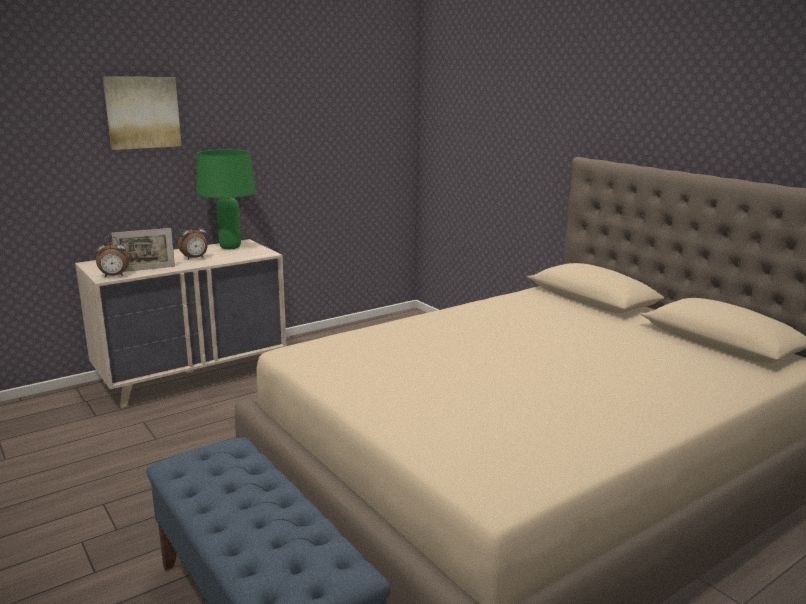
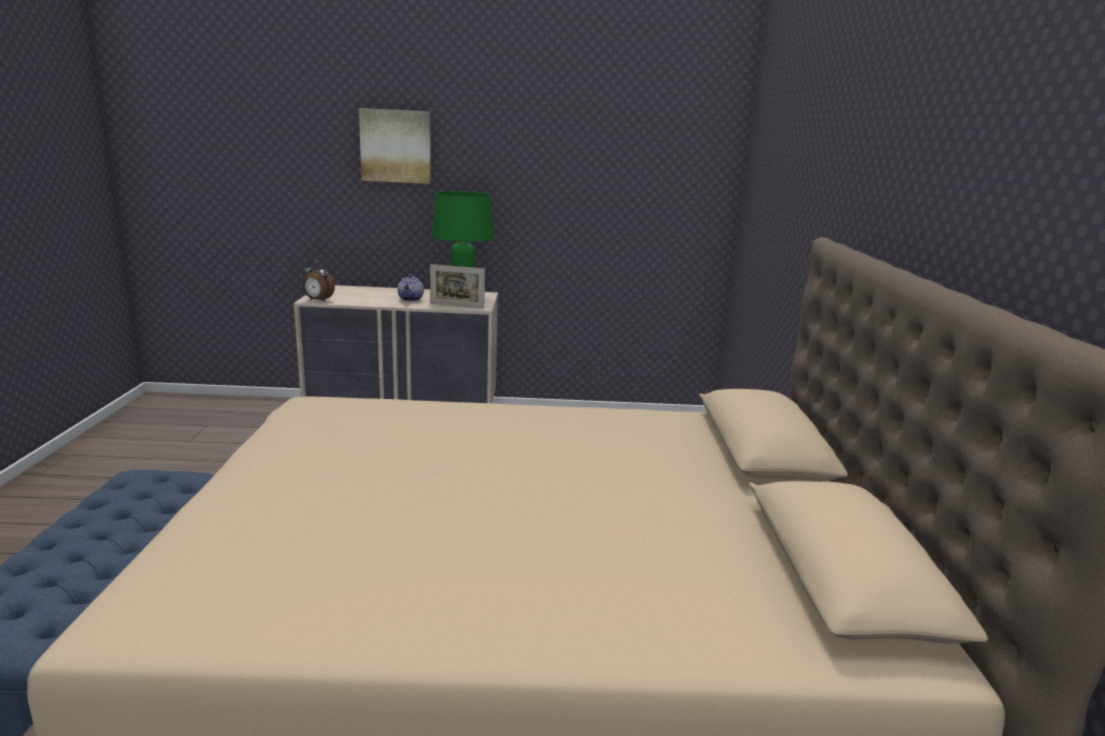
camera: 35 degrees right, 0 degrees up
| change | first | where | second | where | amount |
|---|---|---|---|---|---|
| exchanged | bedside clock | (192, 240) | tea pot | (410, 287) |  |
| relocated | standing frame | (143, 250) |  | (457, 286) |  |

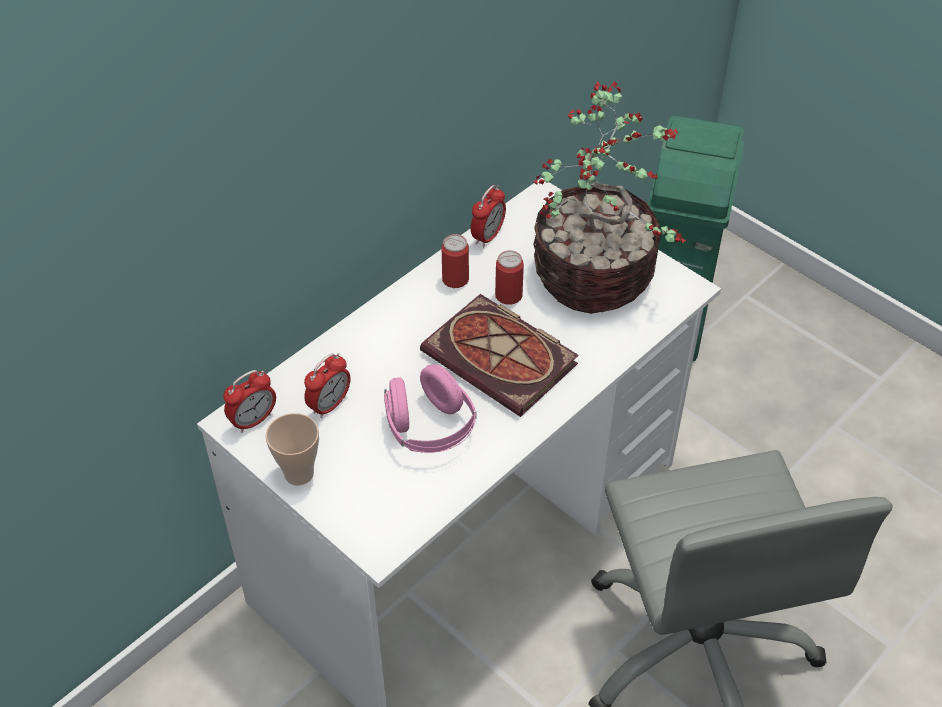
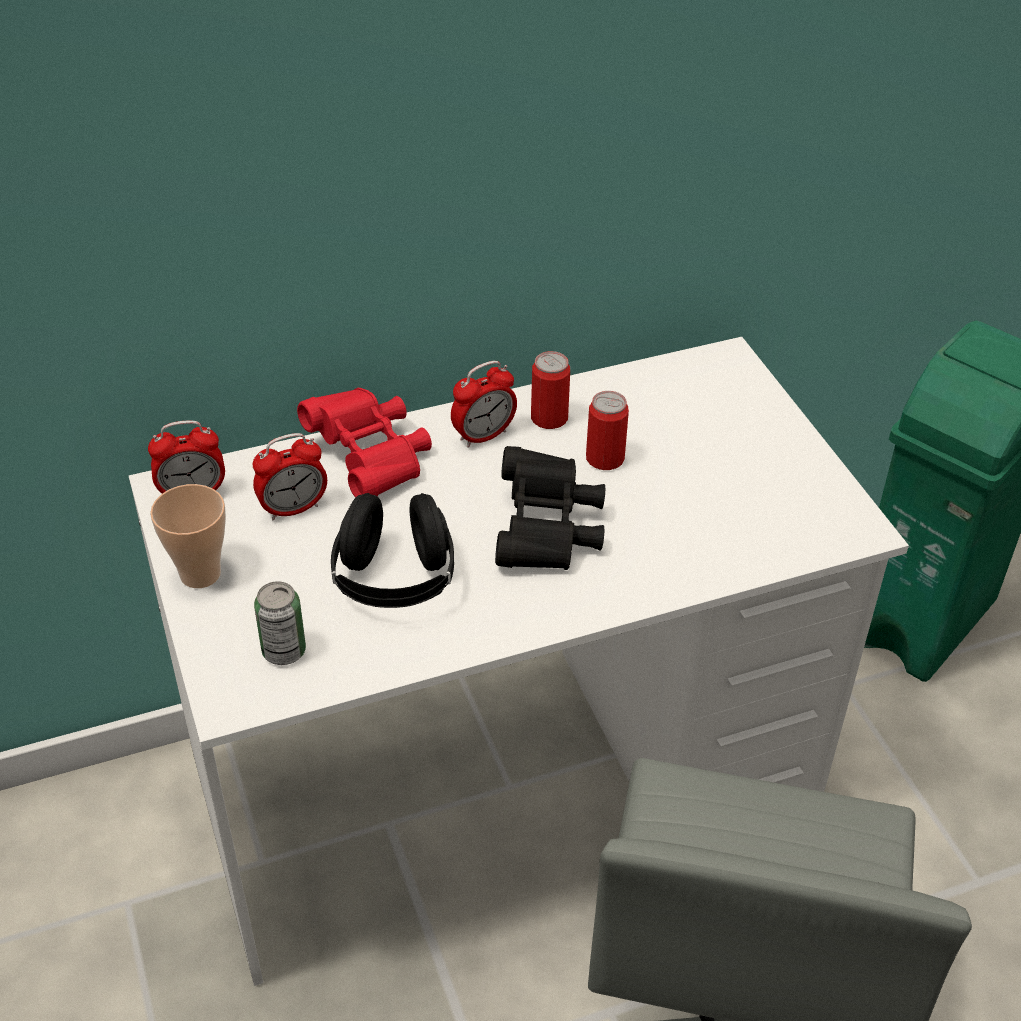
camera: 25 degrees right, 5 degrees down
| change | first | where | second | where | amount |
|---|---|---|---|---|---|
| missing | houseplant | (609, 197) |  |  |  |
| relocated | bedside clock | (488, 216) |  | (484, 404) |  |
| exchanged | book | (499, 355) | black-coloured binoculars | (550, 508) |  |
| colour | pink headset | (430, 408) | black-coloured headset | (392, 550) |  |
| appeared |  |  | red binoculars | (364, 443) |  |
| appeared |  |  | sealed can | (280, 623) |  |

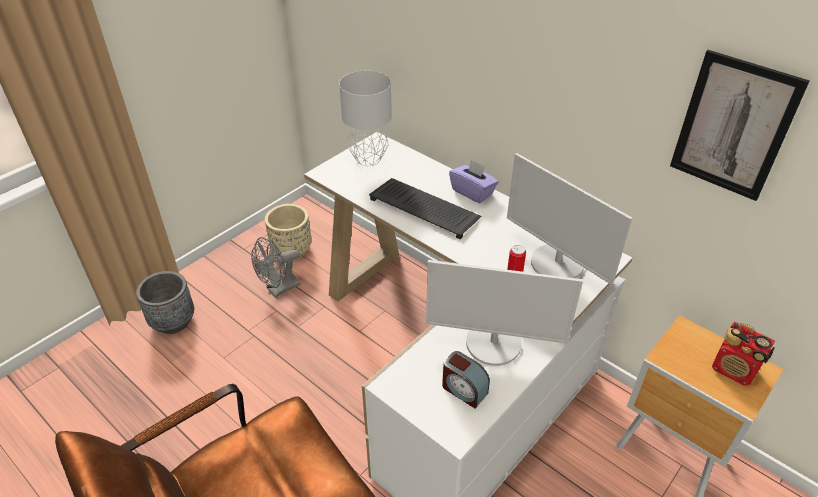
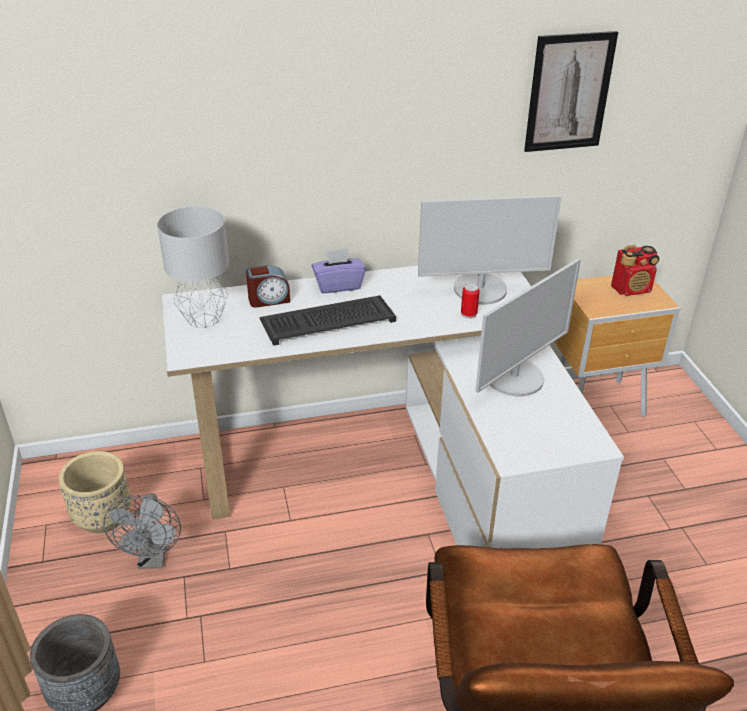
camera: 55 degrees left, 5 degrees down
| change | first | where | second | where | amount |
|---|---|---|---|---|---|
| relocated | bedside clock | (466, 380) |  | (268, 286) |  |

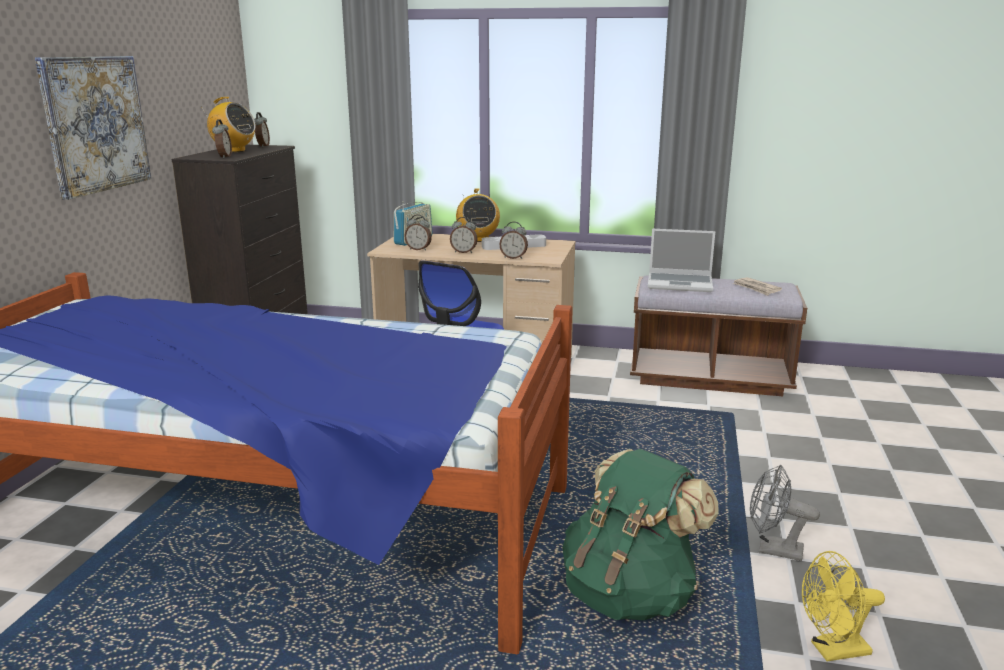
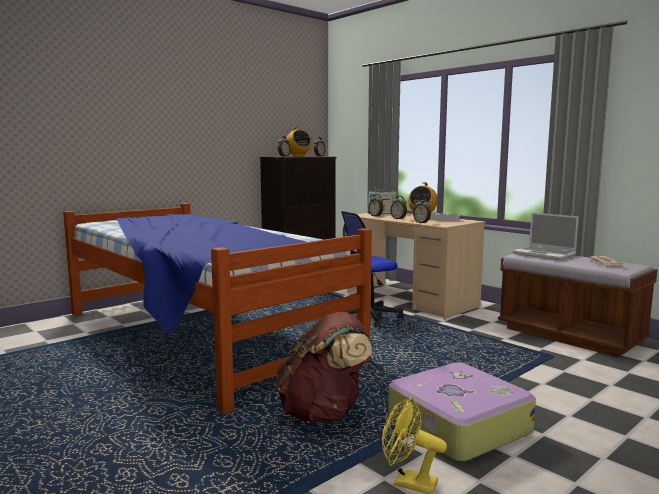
camera: 35 degrees right, 10 degrees down
| change | first | where | second | where | amount |
|---|---|---|---|---|---|
| missing | wall art | (93, 128) |  |  |  |
| colour | green-coloured knapsack | (641, 534) | brownish knapsack | (324, 367) |  |
| exchanged | gray electric fan | (785, 513) | suitcase | (462, 412) |  |

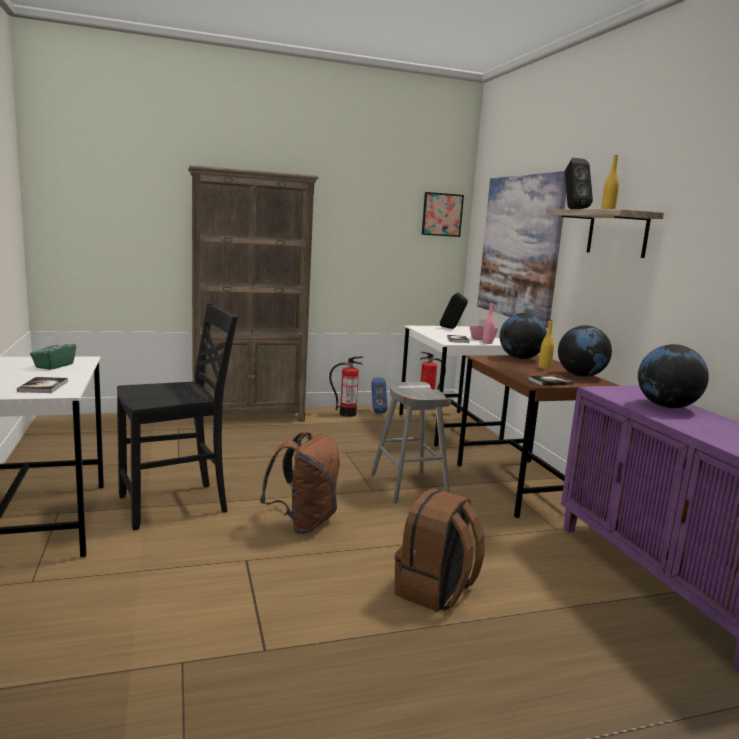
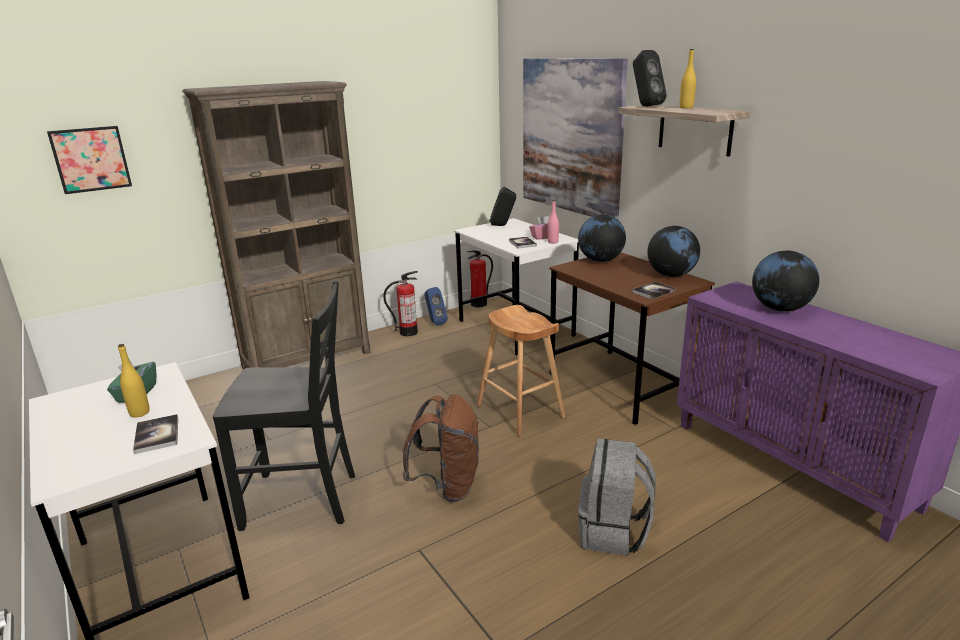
camera: 15 degrees left, 10 degrees up
| change | first | where | second | where | amount |
|---|---|---|---|---|---|
| relocated | wall art | (443, 214) |  | (89, 160) |  |
| spun | black-coloured chair | (177, 417) |  | (284, 406) | 45 degrees clockwise |
| relocated | yellow drink bottle | (546, 344) |  | (134, 381) |  |
| colour | gray stool seat | (411, 442) | brownish stool seat | (520, 371) |  |
| colour | brownish knapsack | (439, 550) | gray knapsack | (616, 497) |  |

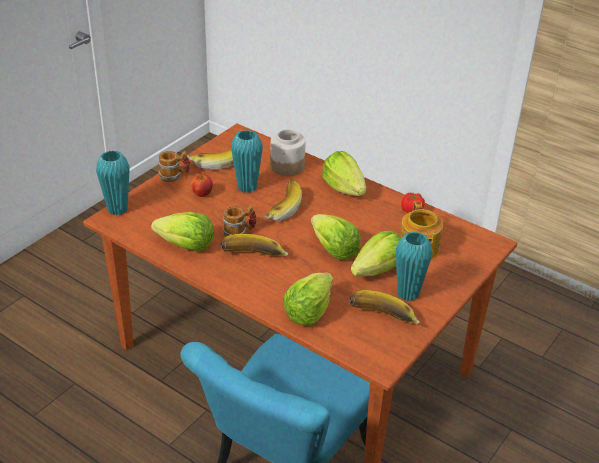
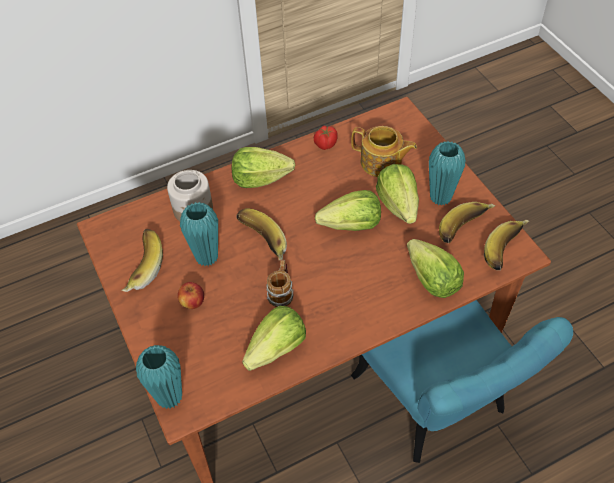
camera: 60 degrees left, 15 degrees up
| change | first | where | second | where | amount |
|---|---|---|---|---|---|
| missing | coffee mug | (174, 166) |  |  |  |
| relocated | banana | (254, 245) |  | (506, 245) |  |

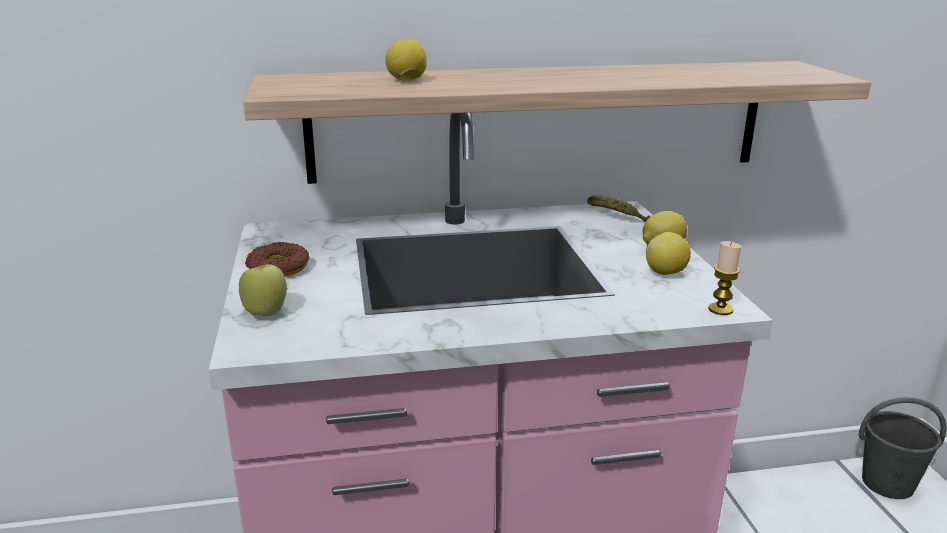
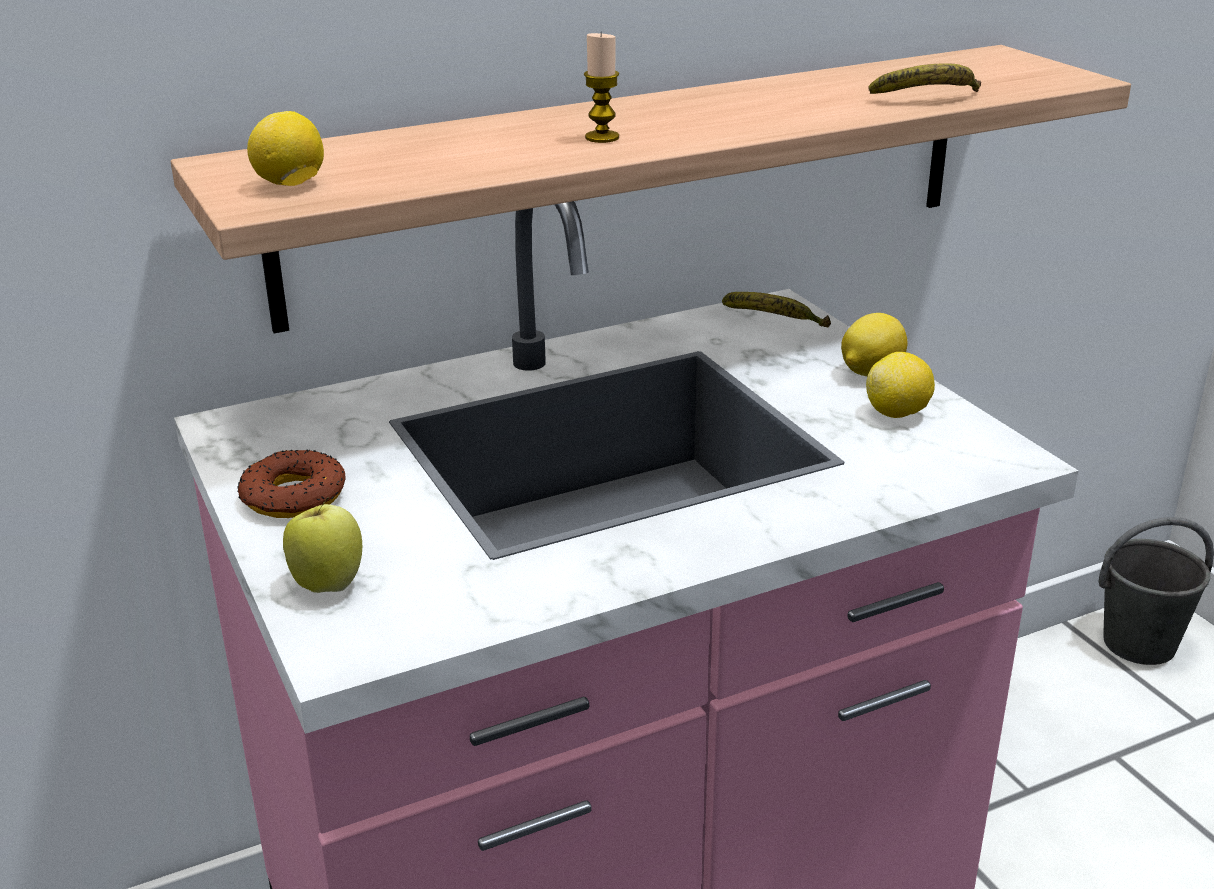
camera: 15 degrees left, 5 degrees up
| change | first | where | second | where | amount |
|---|---|---|---|---|---|
| relocated | citrus fruit | (406, 60) |  | (285, 148) |  |
| relocated | wax candle | (724, 278) |  | (601, 87) |  |
| appeared |  |  | banana | (924, 78) |  |

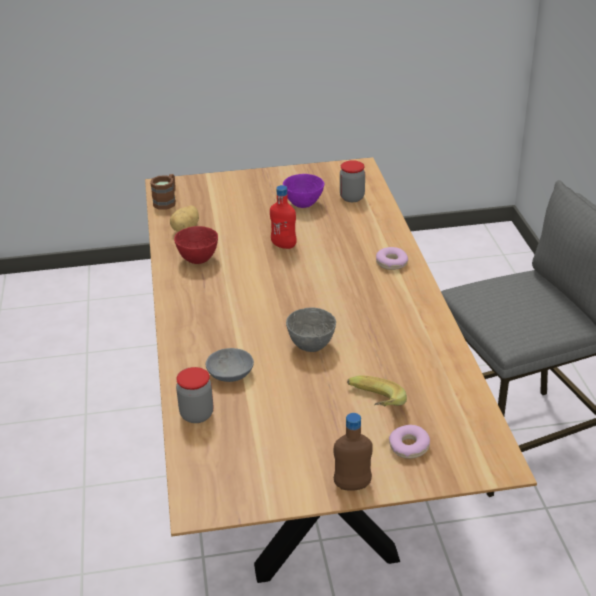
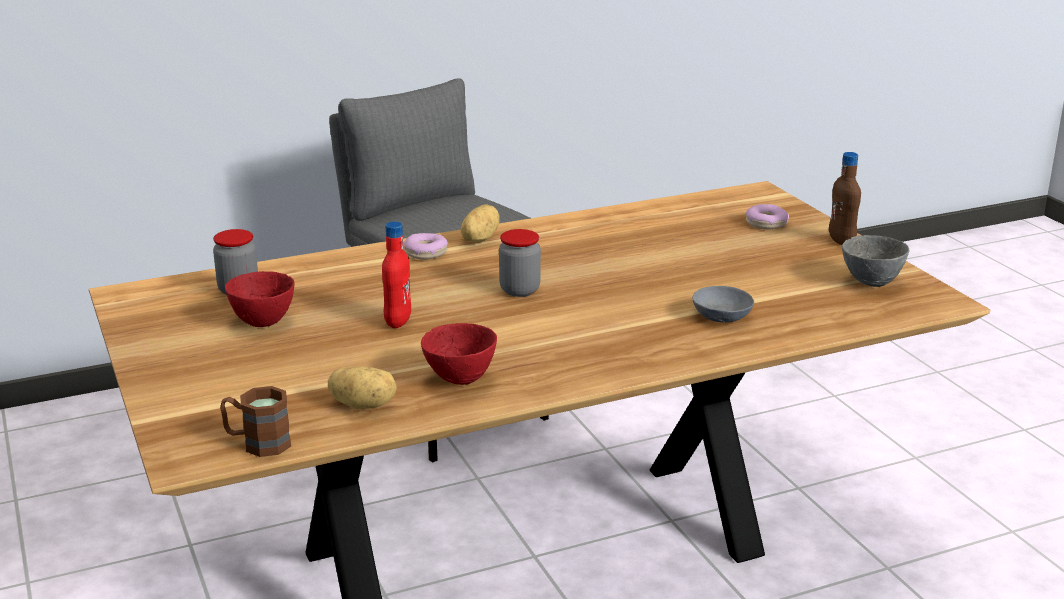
camera: 105 degrees left, 10 degrees down
| change | first | where | second | where | amount |
|---|---|---|---|---|---|
| colour | purple-coloured deep dish | (303, 191) | red deep dish | (259, 299) |  |
| relocated | gray deep dish | (311, 329) |  | (875, 261) |  |
| relocated | preserve jar | (194, 395) |  | (520, 263) |  |
| missing | banana | (377, 390) |  |  |  |
| appeared |  |  | spud | (480, 223) |  |

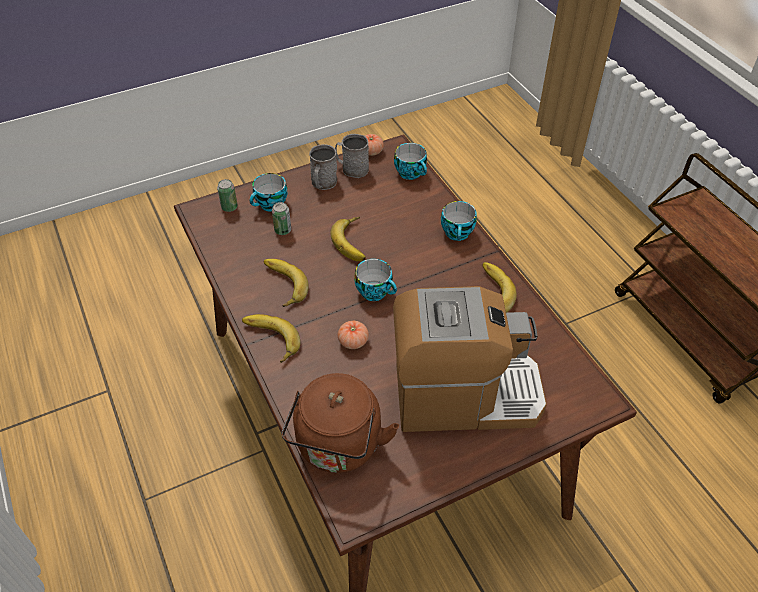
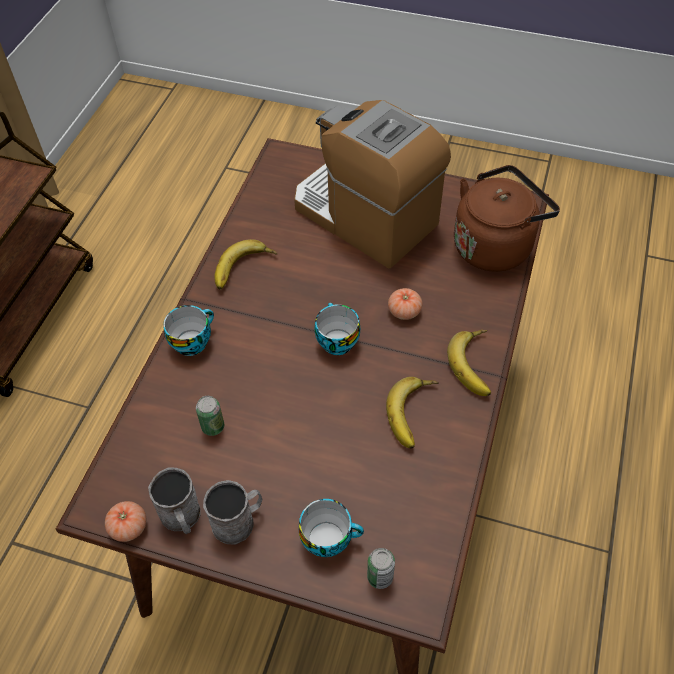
camera: 135 degrees left, 5 degrees up
| change | first | where | second | where | amount |
|---|---|---|---|---|---|
| missing | drinking cup | (410, 161) |  |  |  |
| relocated | sealed can | (281, 218) |  | (210, 416) |  |
| missing | banana | (348, 239) |  |  |  |

